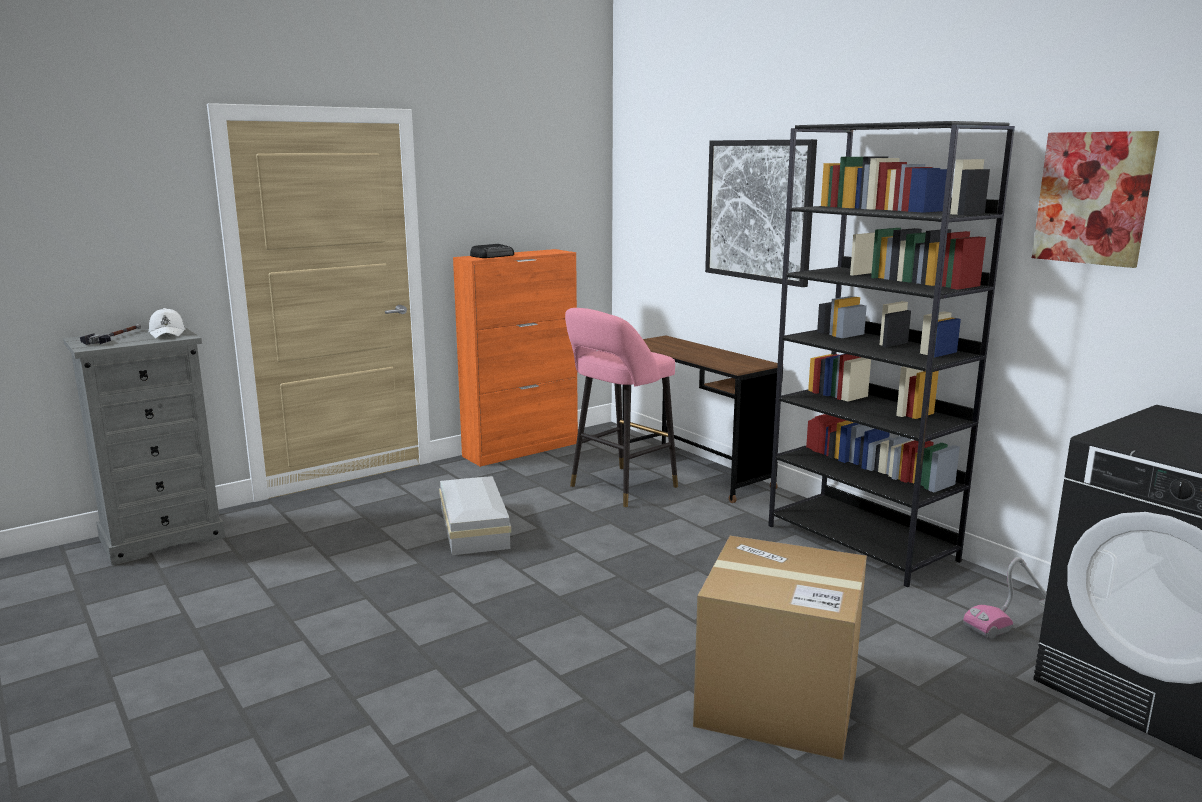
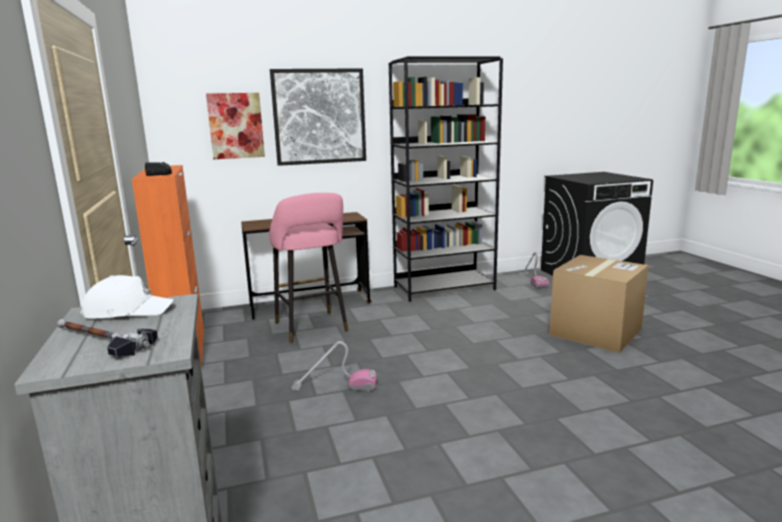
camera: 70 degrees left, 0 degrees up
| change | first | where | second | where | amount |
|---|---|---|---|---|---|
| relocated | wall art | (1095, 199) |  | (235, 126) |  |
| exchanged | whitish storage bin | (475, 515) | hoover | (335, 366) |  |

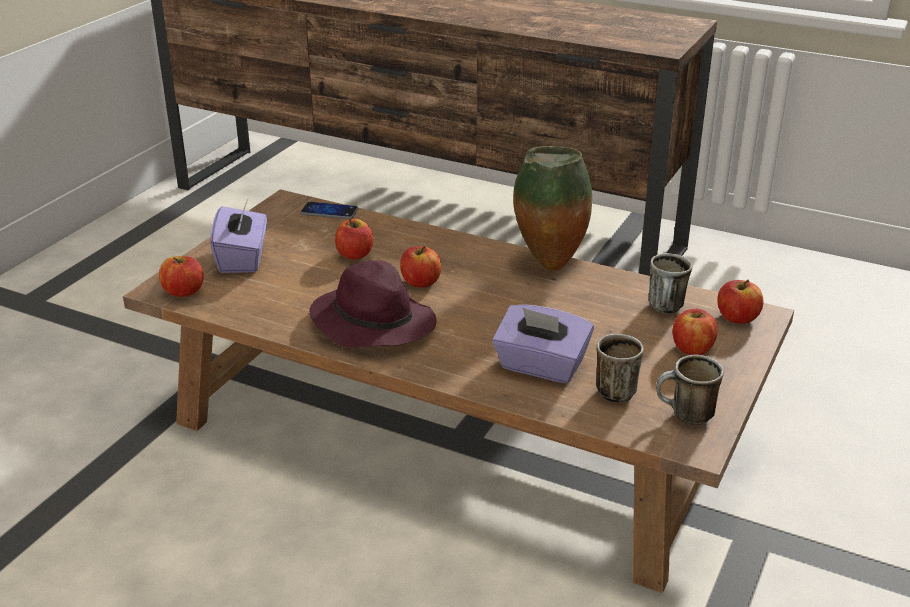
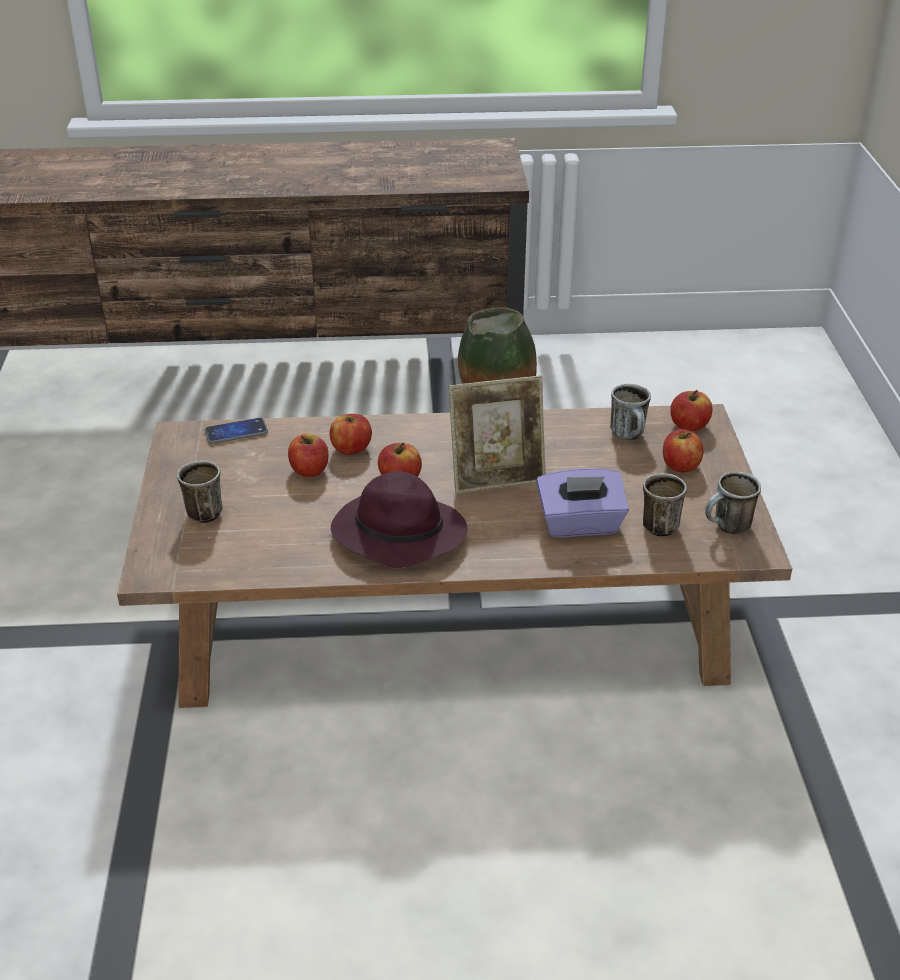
camera: 30 degrees left, 5 degrees up
| change | first | where | second | where | amount |
|---|---|---|---|---|---|
| exchanged | purple-coloured tissue holder | (238, 236) | coffee mug | (200, 491) |  |
| relocated | whole apple | (181, 276) |  | (351, 434) |  |
| appeared |  |  | standing frame | (497, 435) |  |

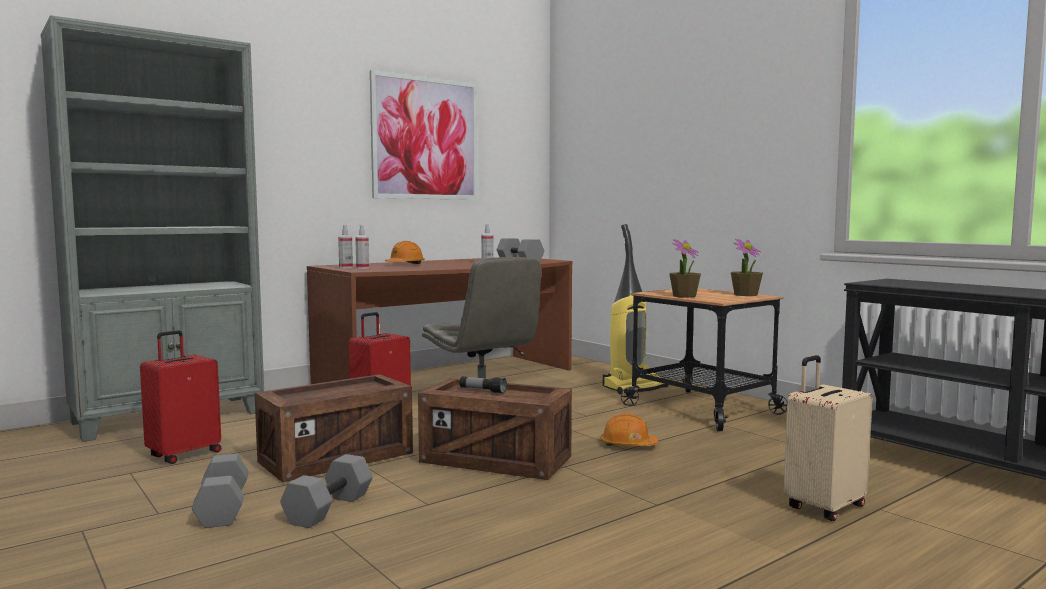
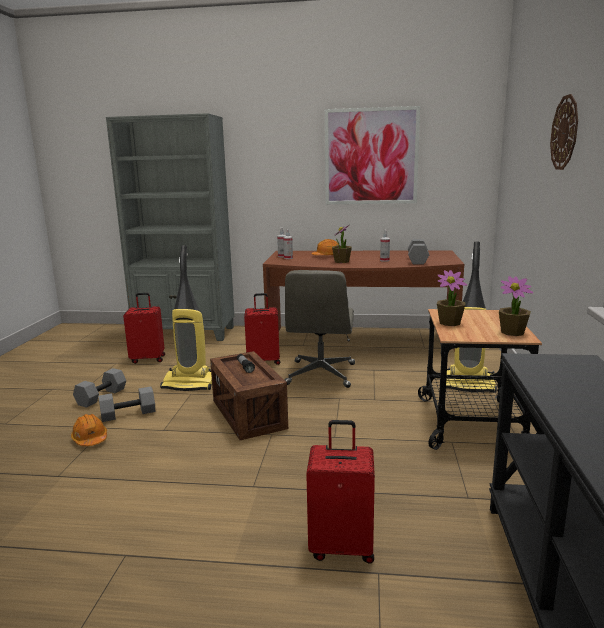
camera: 45 degrees right, 10 degrees up
| change | first | where | second | where | amount |
|---|---|---|---|---|---|
| colour | beige-coloured suitcase | (828, 438) | red suitcase | (340, 492) |  |
| exchanged | shipping crate | (334, 428) | hoover | (186, 318) |  |
| relocated | orange work helmet | (629, 429) |  | (89, 430) |  |
| appeared |  |  | hanging clock | (564, 132) |  |
| appeared |  |  | houseplant | (342, 244) |  |

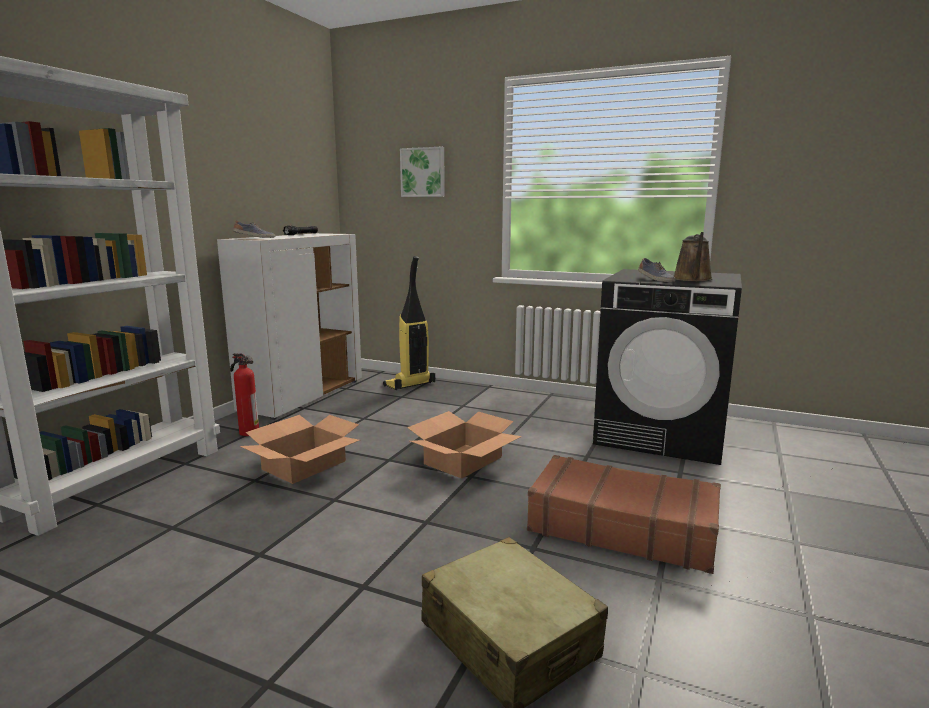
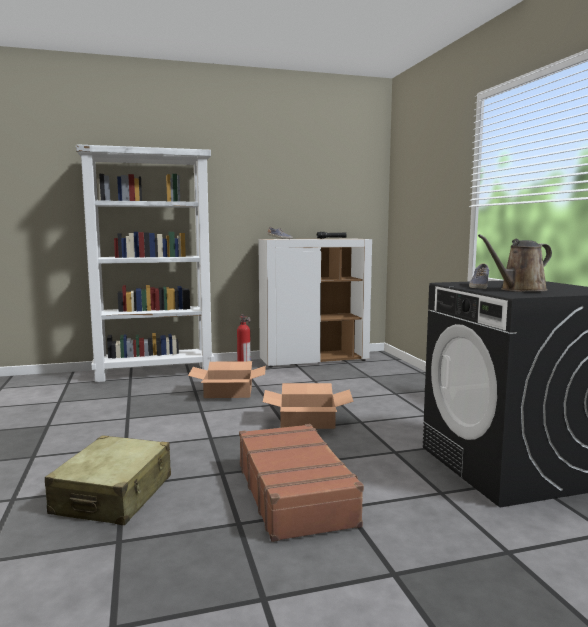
camera: 50 degrees right, 5 degrees down
| change | first | where | second | where | amount |
|---|---|---|---|---|---|
| missing | wall art | (422, 172) |  |  |  |
| missing | hoover | (409, 323) |  |  |  |

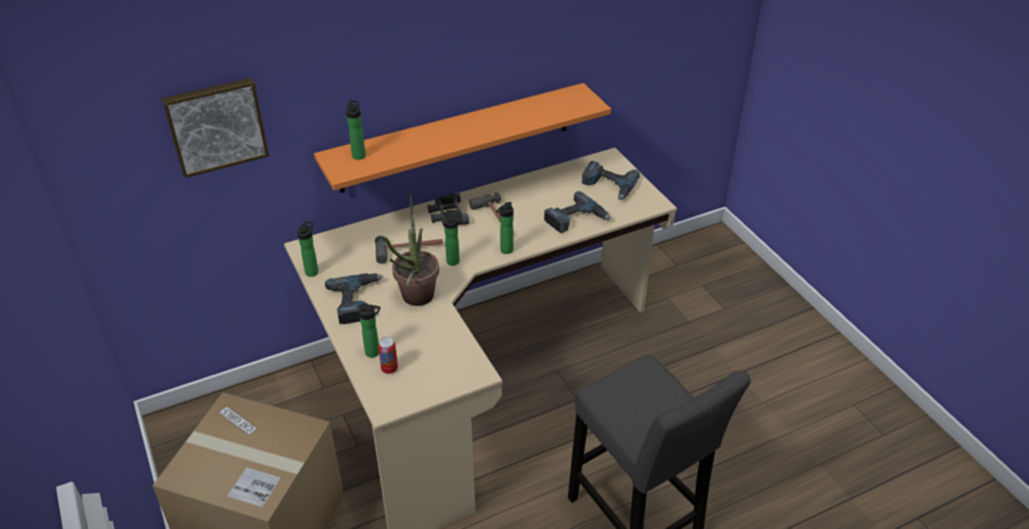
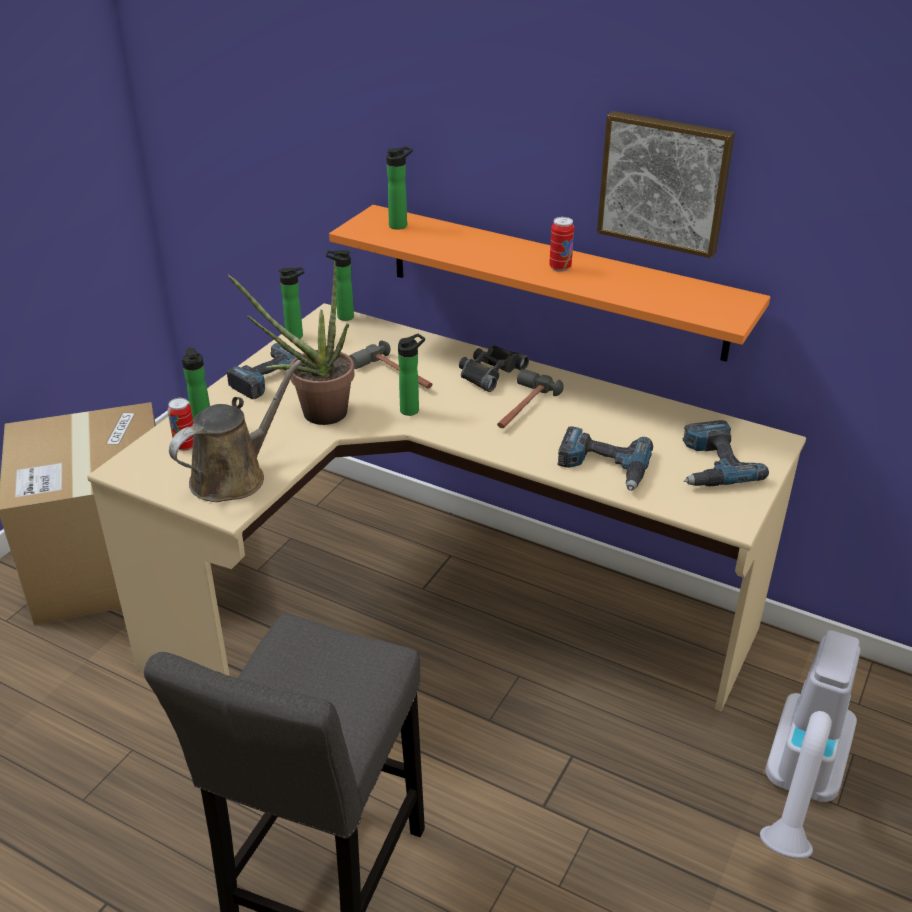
camera: 55 degrees right, 5 degrees down
| change | first | where | second | where | amount |
|---|---|---|---|---|---|
| relocated | wall art | (215, 128) |  | (666, 184) |  |
| relocated | drink bottle | (505, 228) |  | (340, 285) |  |
| appeared |  |  | sealed can | (561, 244) |  |
| appeared |  |  | brownish watering can | (235, 431) |  |
| appeared |  |  | hoover | (810, 744) |  |

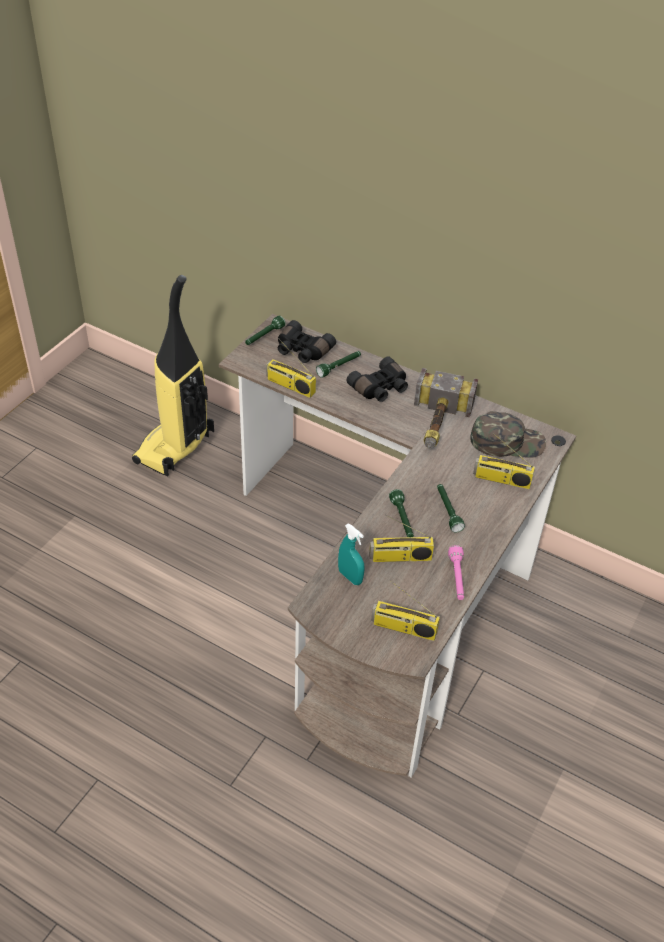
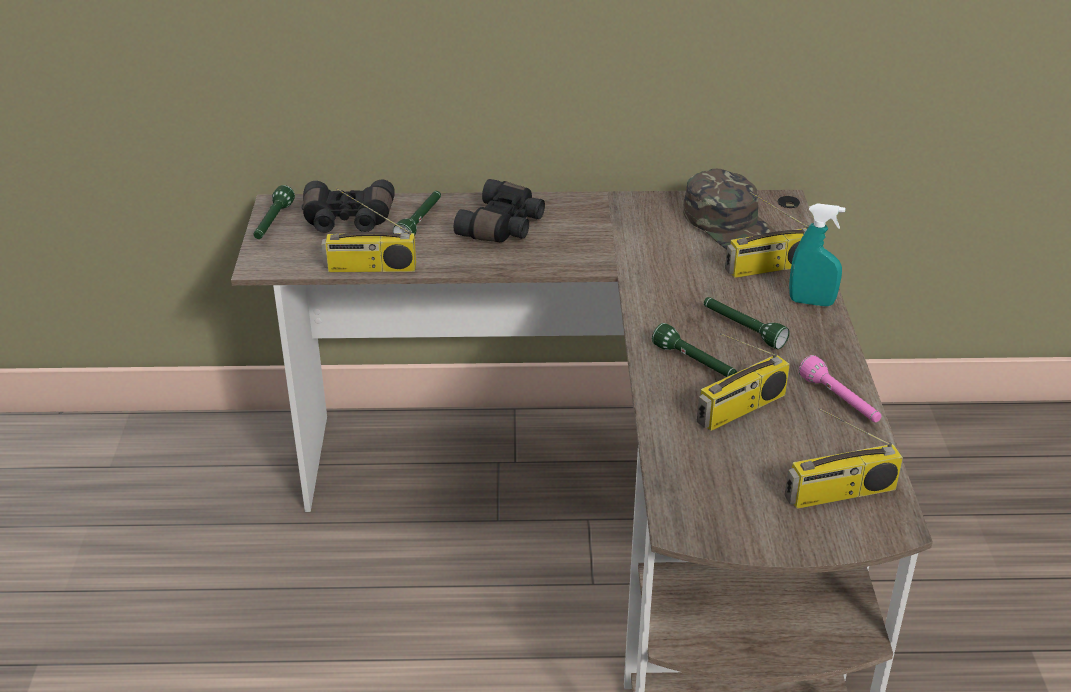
camera: 30 degrees left, 10 degrees down
| change | first | where | second | where | amount |
|---|---|---|---|---|---|
| missing | hoover | (173, 375) |  |  |  |
| missing | tool hammer | (446, 408) |  |  |  |
| spun | green-coloured cap | (508, 434) |  | (730, 209) | 90 degrees clockwise |
| relocated | blue-green hand sprayer | (351, 554) |  | (817, 255) |  |

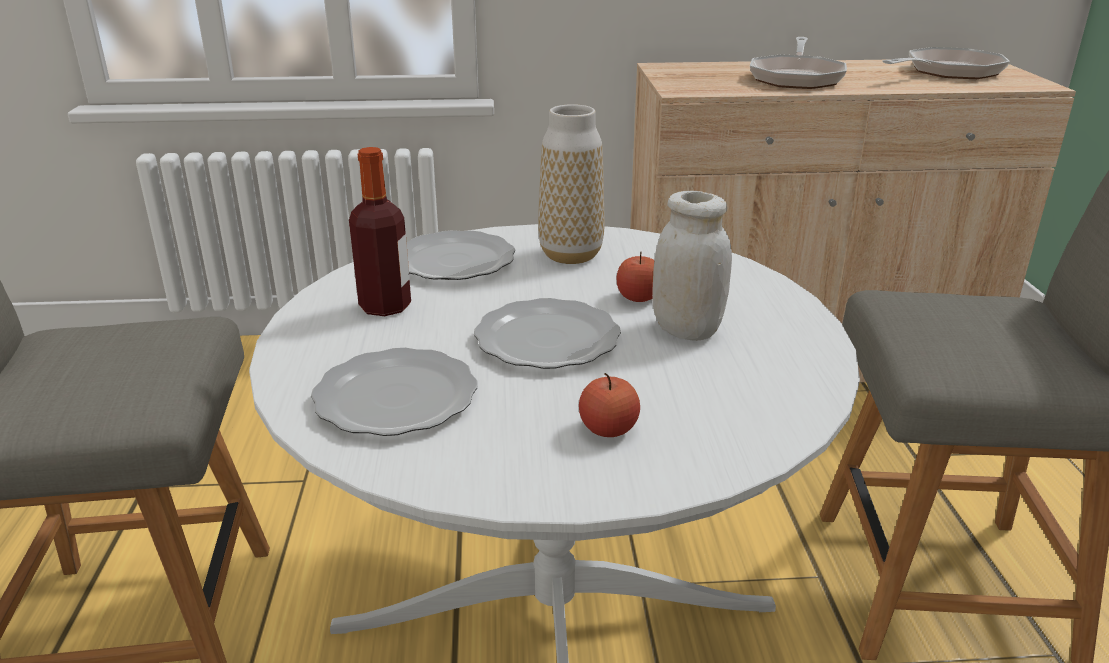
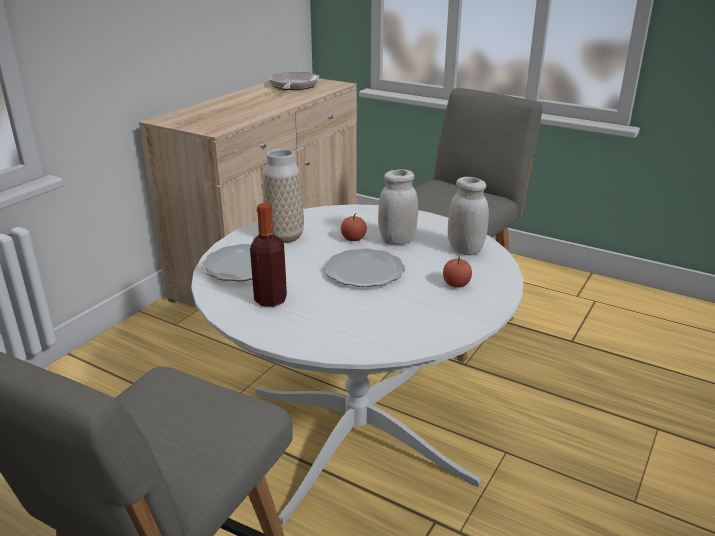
camera: 55 degrees left, 0 degrees up
| change | first | where | second | where | amount |
|---|---|---|---|---|---|
| missing | frying pan | (798, 63) |  |  |  |
| missing | dinner plate | (394, 392) |  |  |  |
| appeared |  |  | whitish preserve jar | (468, 216) |  |

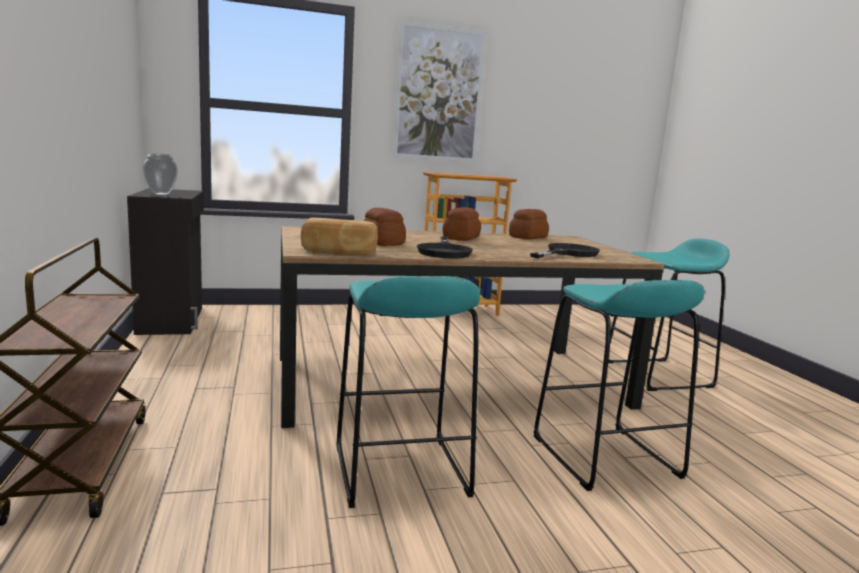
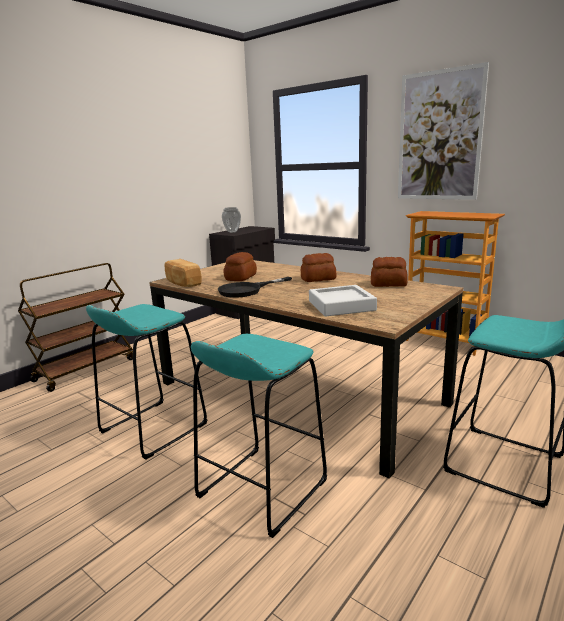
camera: 55 degrees right, 5 degrees up
| change | first | where | second | where | amount |
|---|---|---|---|---|---|
| exchanged | black-coloured frying pan | (565, 250) | gray serving tray | (343, 301) |  |

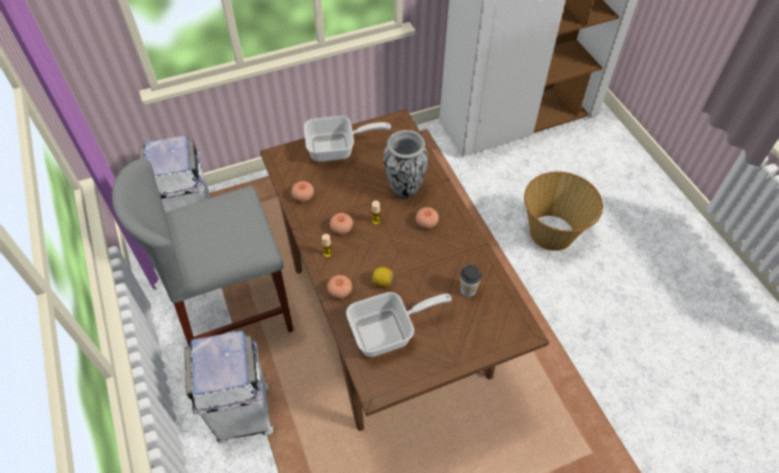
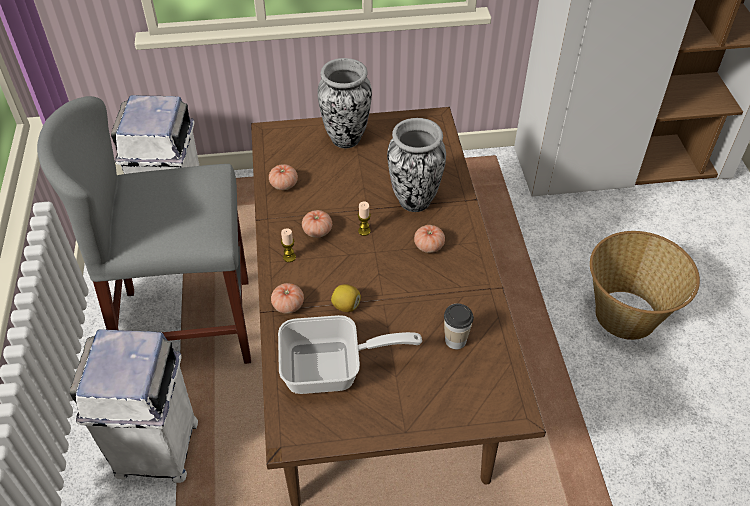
camera: 15 degrees right, 5 degrees down
| change | first | where | second | where | amount |
|---|---|---|---|---|---|
| exchanged | frying pan | (347, 139) | decorative vase | (344, 103) |  |

